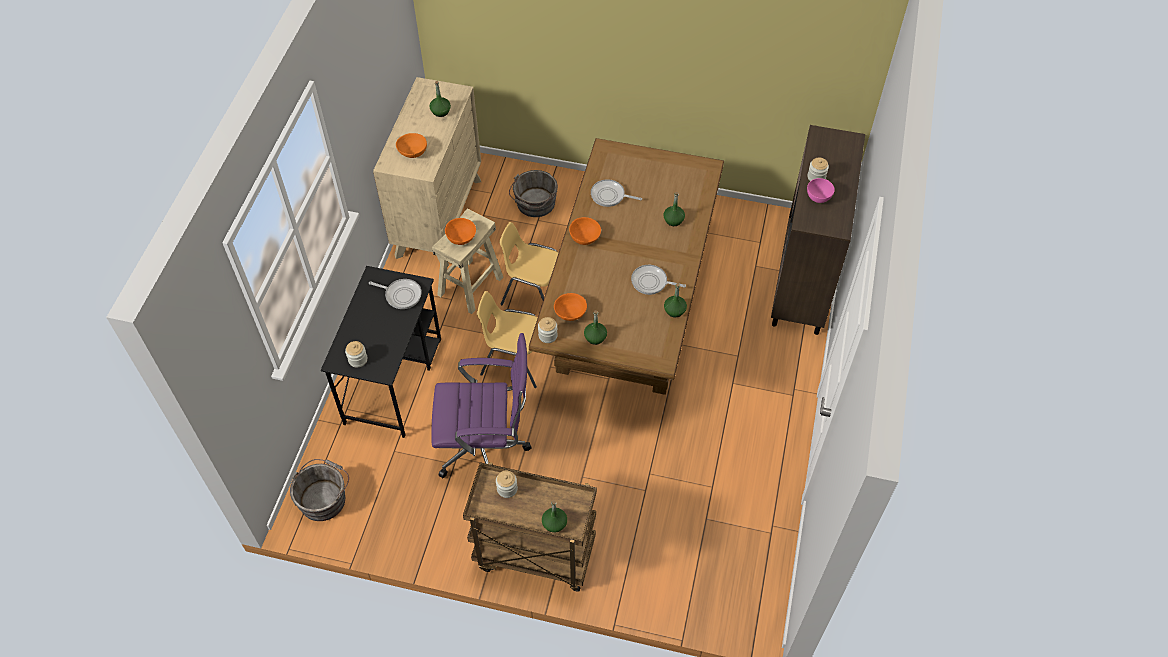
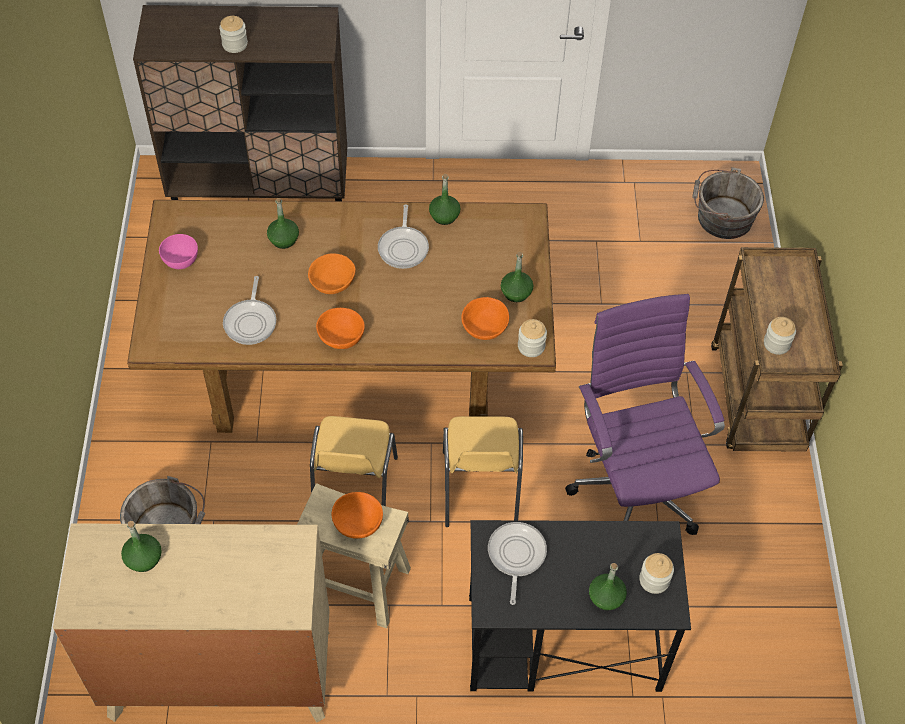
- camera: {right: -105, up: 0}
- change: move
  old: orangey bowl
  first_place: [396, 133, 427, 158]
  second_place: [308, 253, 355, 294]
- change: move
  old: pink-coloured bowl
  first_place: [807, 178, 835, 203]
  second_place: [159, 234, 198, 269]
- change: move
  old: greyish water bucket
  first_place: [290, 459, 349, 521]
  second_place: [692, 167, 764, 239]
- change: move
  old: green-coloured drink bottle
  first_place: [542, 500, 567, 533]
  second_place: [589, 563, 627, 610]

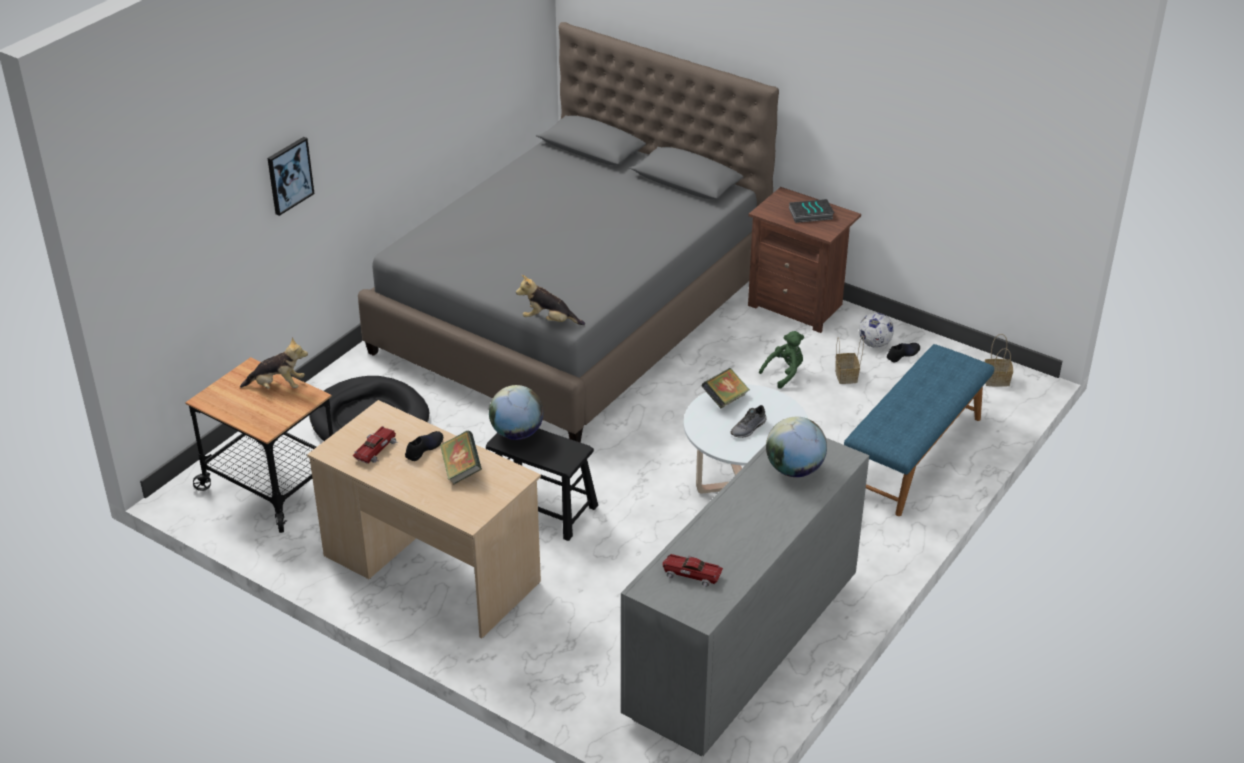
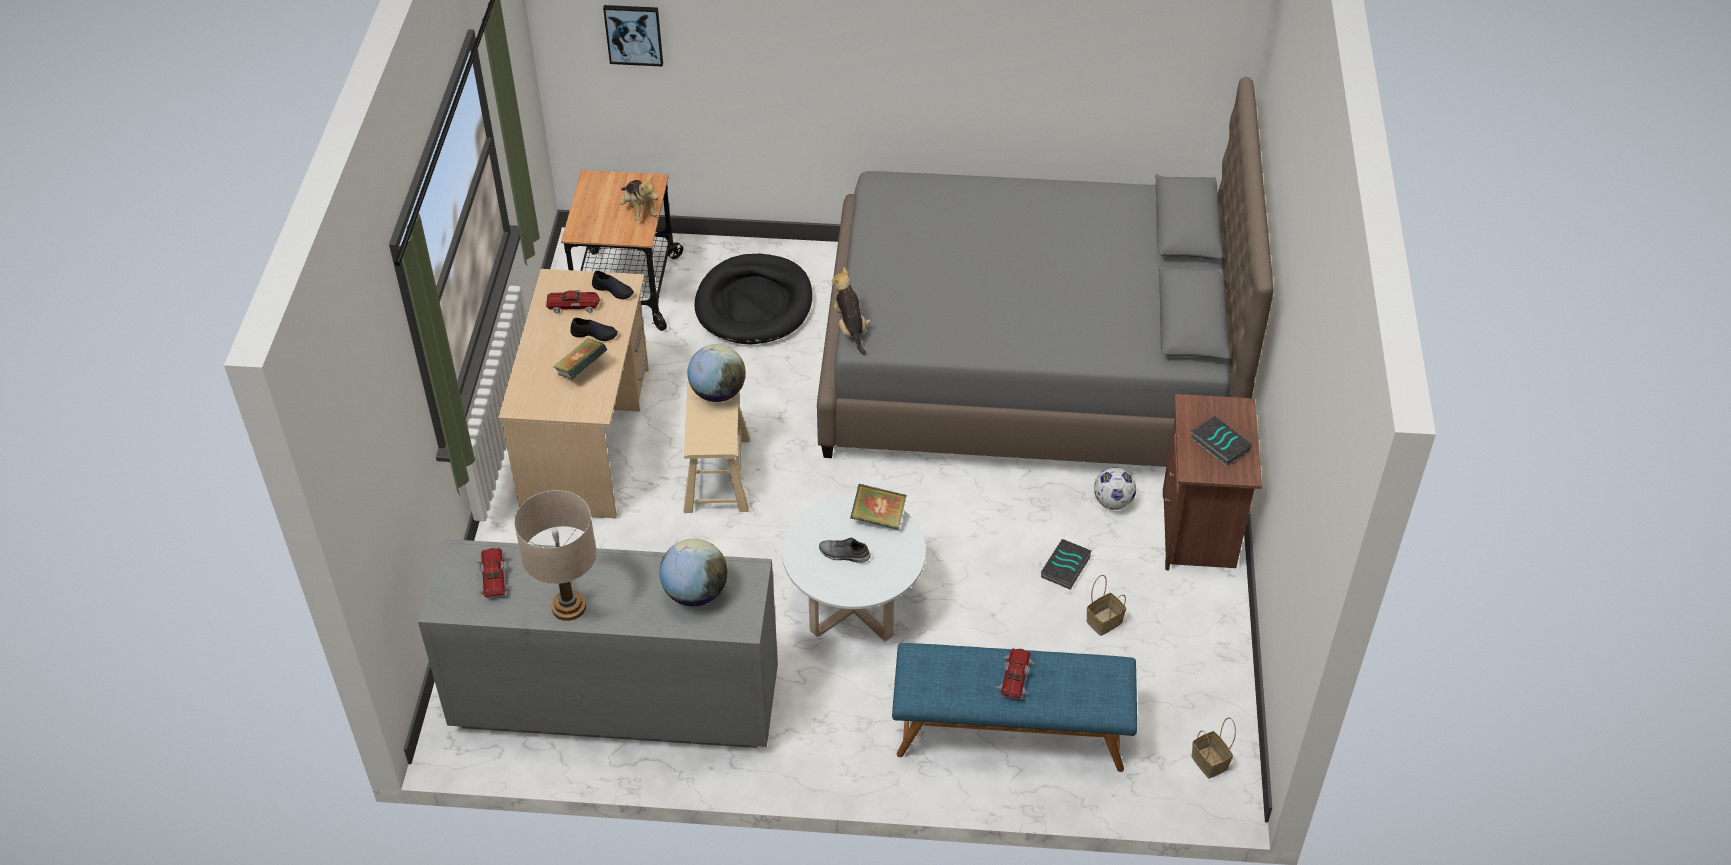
- camera: {right: 60, up: 10}
- change: move
  old: wall picture
  first_place: [267, 137, 315, 216]
  second_place: [603, 5, 663, 67]
- change: move
  old: ball for football
  first_place: [859, 313, 894, 348]
  second_place: [1094, 468, 1136, 510]
- change: replace
  old: green-coloured plush toy
  new: book
  first_place: [759, 331, 804, 389]
  second_place: [1041, 539, 1092, 590]
- change: move
  old: blackish shoe
  first_place: [887, 343, 920, 362]
  second_place: [592, 271, 634, 299]
- change: recolor
  old: blackish sitting stool
  new: beige sitting stool
  first_place: [486, 428, 598, 541]
  second_place: [683, 381, 750, 513]
- change: insert
  new: beige tabletop lamp
  second_place: [514, 490, 597, 621]
- change: insert
  new: model car
  second_place: [996, 648, 1036, 699]

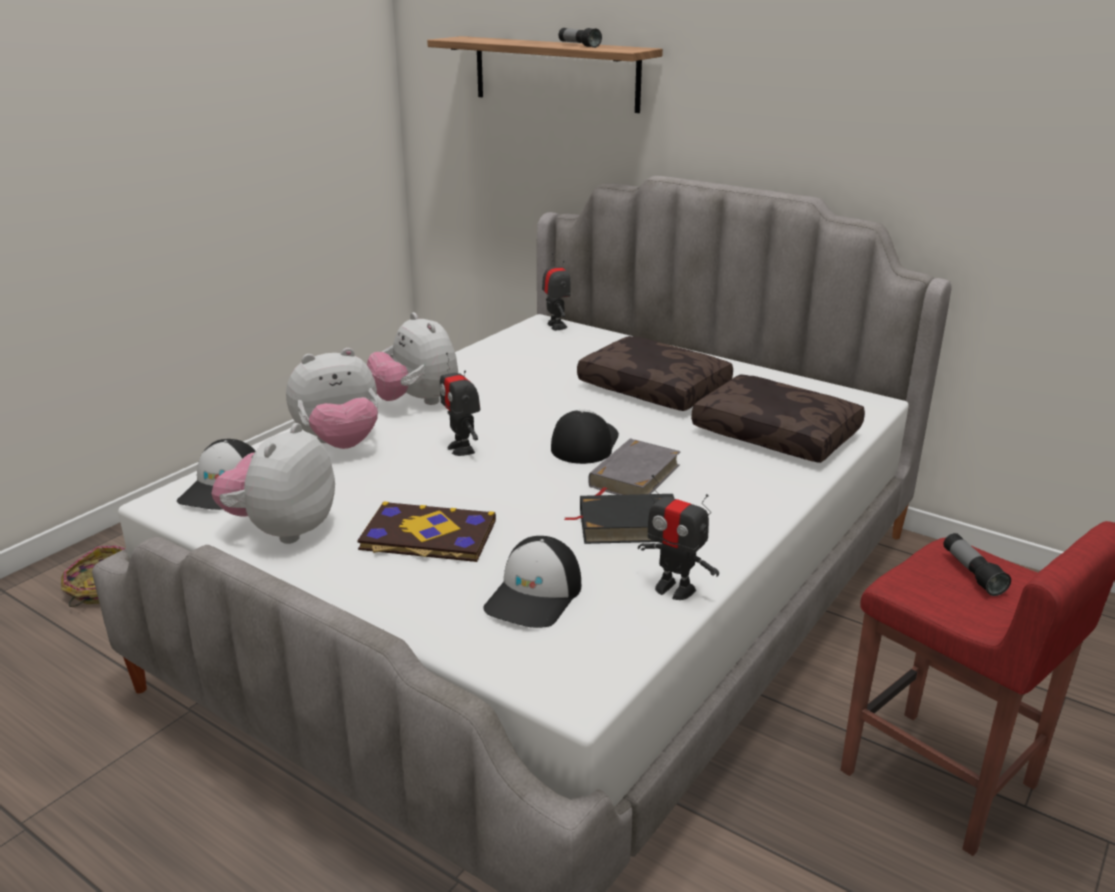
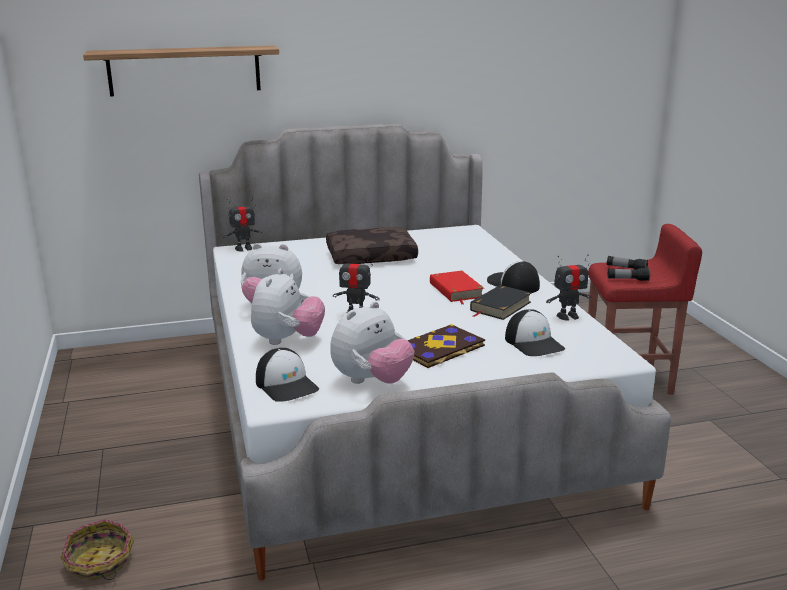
- camera: {right: -50, up: -5}
- change: move
  old: flashlight
  first_place: [559, 28, 602, 48]
  second_place: [608, 268, 650, 281]
- change: rotate
  old: robot figure
  first_place: [542, 253, 571, 331]
  second_place: [223, 197, 262, 251]
  degrees: 135
- change: delete
  old: brown pillow
  first_place: [691, 374, 865, 463]
- change: move
  old: cap
  first_place: [551, 410, 619, 464]
  second_place: [487, 261, 540, 293]
- change: rotate
  old: plush toy
  first_place: [211, 423, 335, 544]
  second_place: [330, 301, 415, 384]
  degrees: -105
- change: recolor
  old: greyish book
  new: reddish book
  first_place: [588, 438, 681, 495]
  second_place: [430, 271, 484, 304]

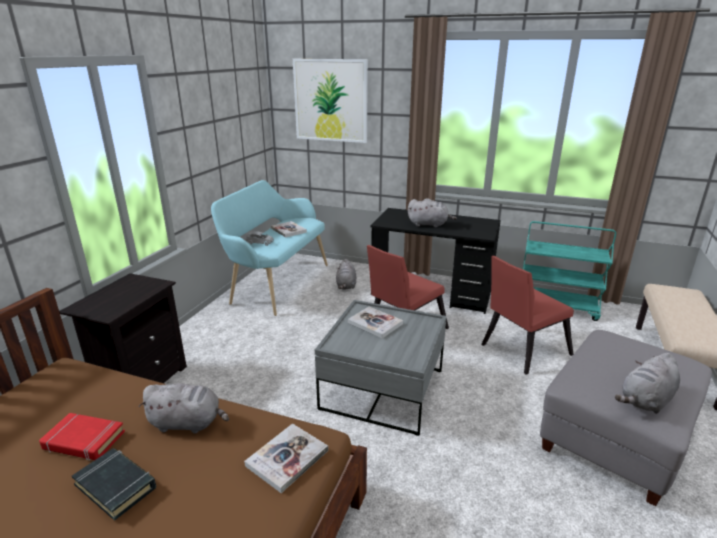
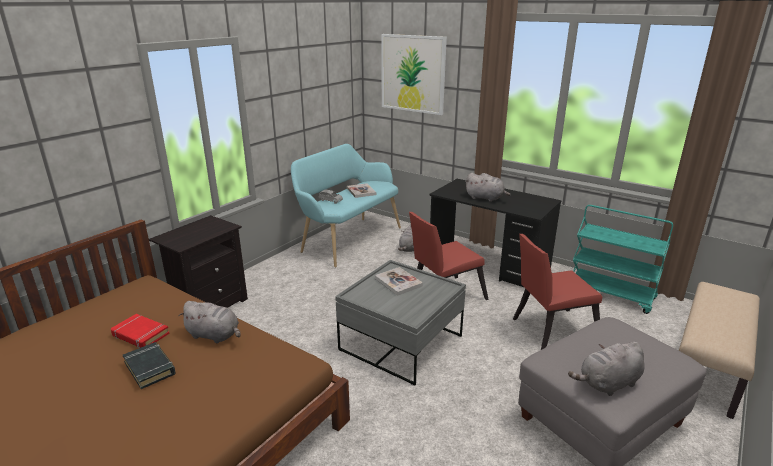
- camera: {right: 15, up: 0}
- change: delete
  old: book
  first_place: [244, 423, 328, 493]

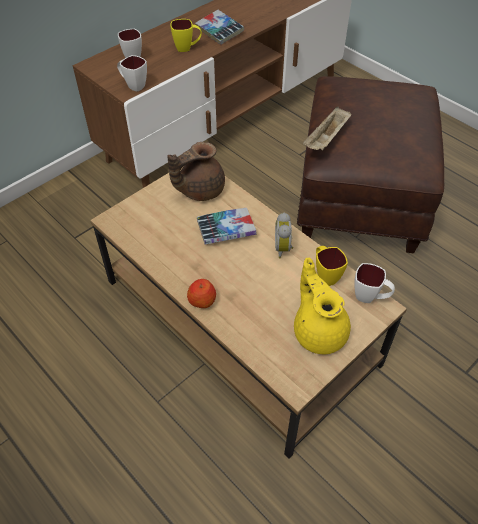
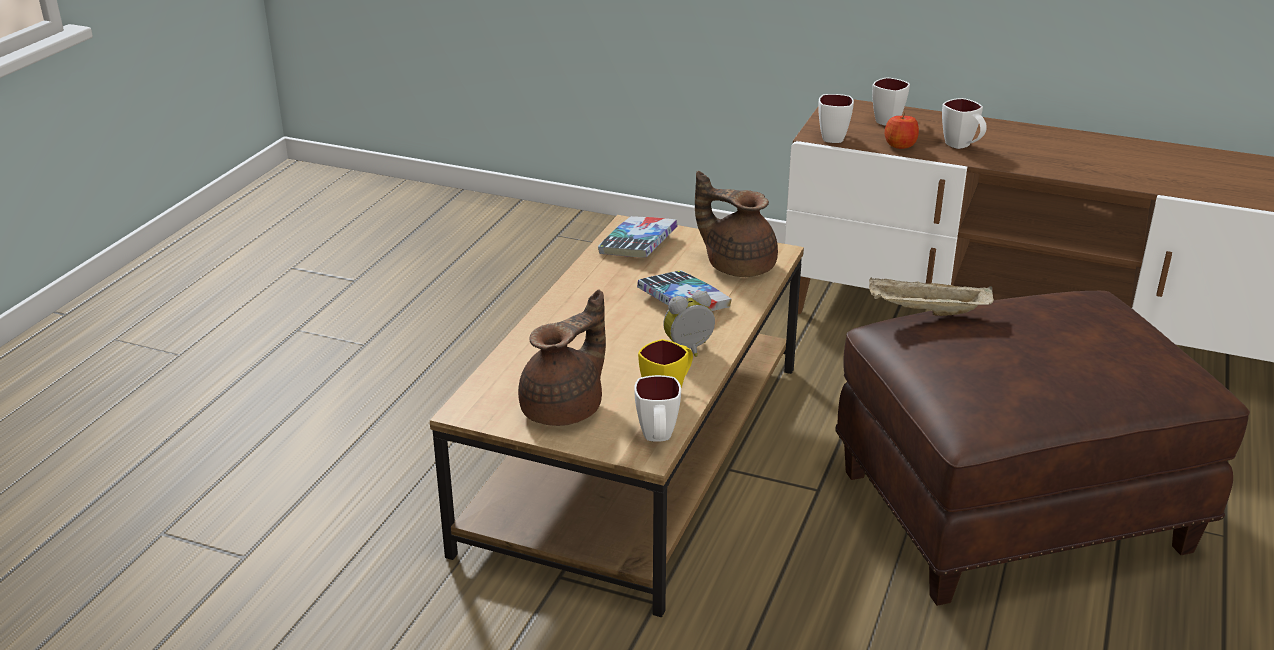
- camera: {right: 65, up: -20}
- change: move
  old: book
  first_place: [195, 10, 244, 45]
  second_place: [598, 216, 678, 257]
- change: recolor
  old: yellow-coloured coffee mug
  new: white-coloured coffee mug
  first_place: [170, 19, 202, 52]
  second_place: [942, 98, 987, 149]
- change: recolor
  old: yellow-coloured pot for tea
  new: brown pot for tea
  first_place: [294, 258, 351, 354]
  second_place: [518, 289, 606, 426]
- change: move
  old: whole apple
  first_place: [187, 279, 216, 308]
  second_place: [885, 113, 919, 149]

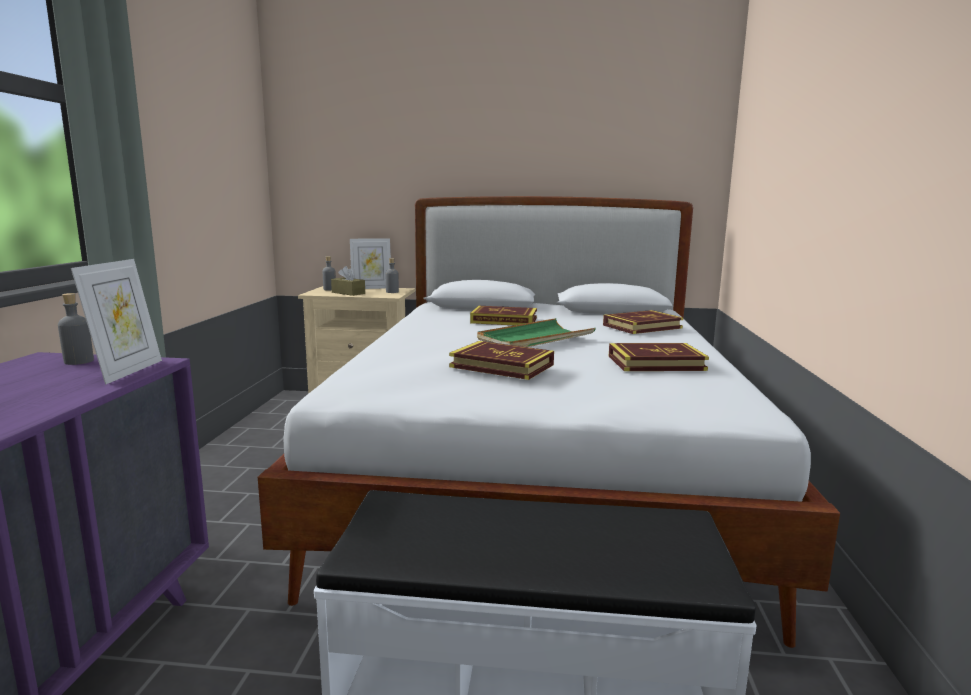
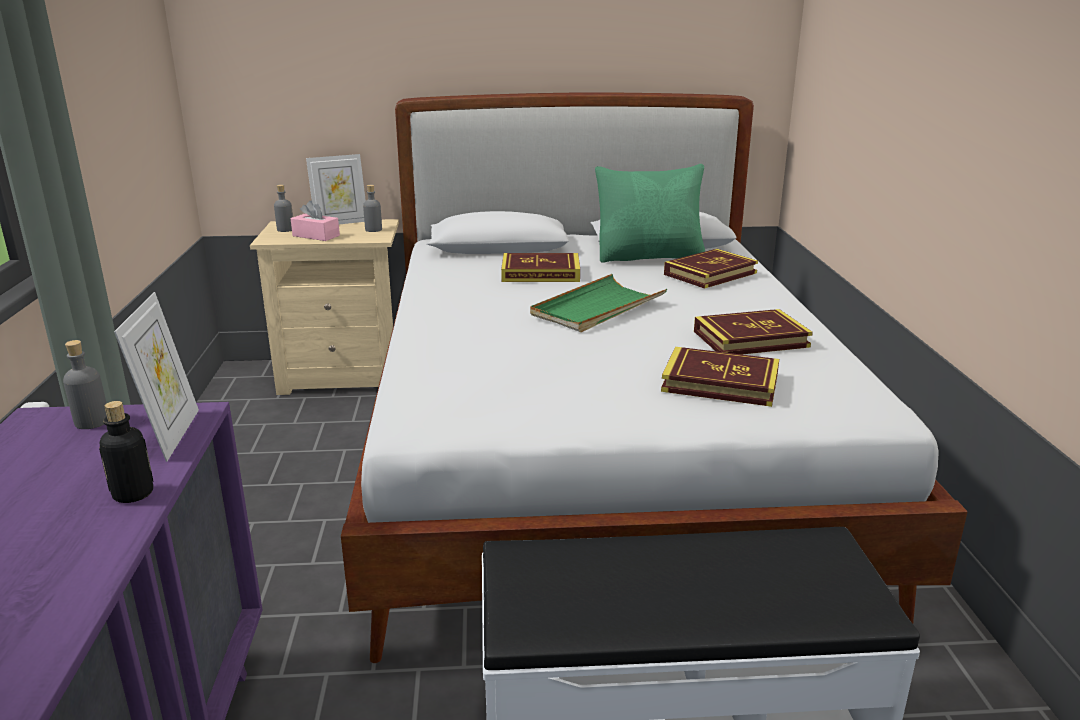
- camera: {right: -10, up: 10}
- change: recolor
  old: brown box of tissues
  new: pink-coloured box of tissues
  first_place: [331, 266, 365, 296]
  second_place: [290, 201, 340, 241]
- change: move
  old: book
  first_place: [449, 341, 554, 380]
  second_place: [661, 347, 779, 407]
- change: insert
  new: green-coloured pillow
  second_place: [595, 164, 705, 263]
- change: insert
  new: drink bottle
  second_place: [99, 401, 154, 503]

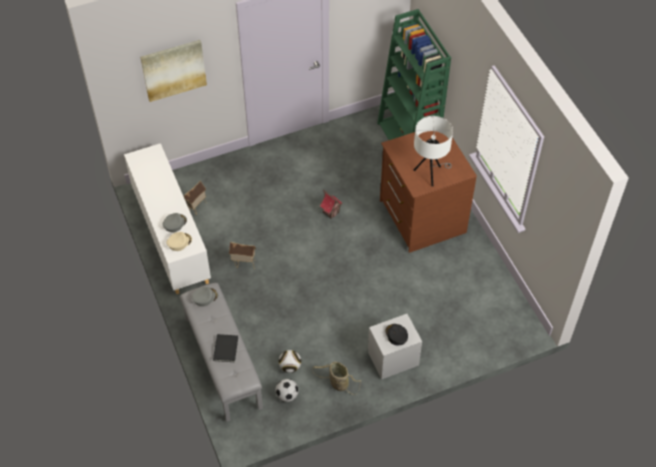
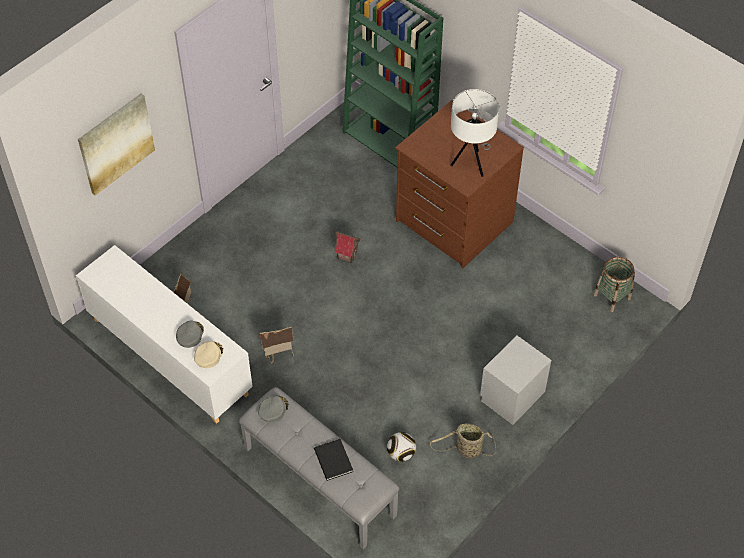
- camera: {right: -25, up: 0}
- change: delete
  old: blackish cap
  first_place: [385, 324, 408, 345]
- change: delete
  old: ball for football
  first_place: [275, 379, 299, 402]
- change: insert
  new: household basket
  second_place: [593, 257, 635, 312]

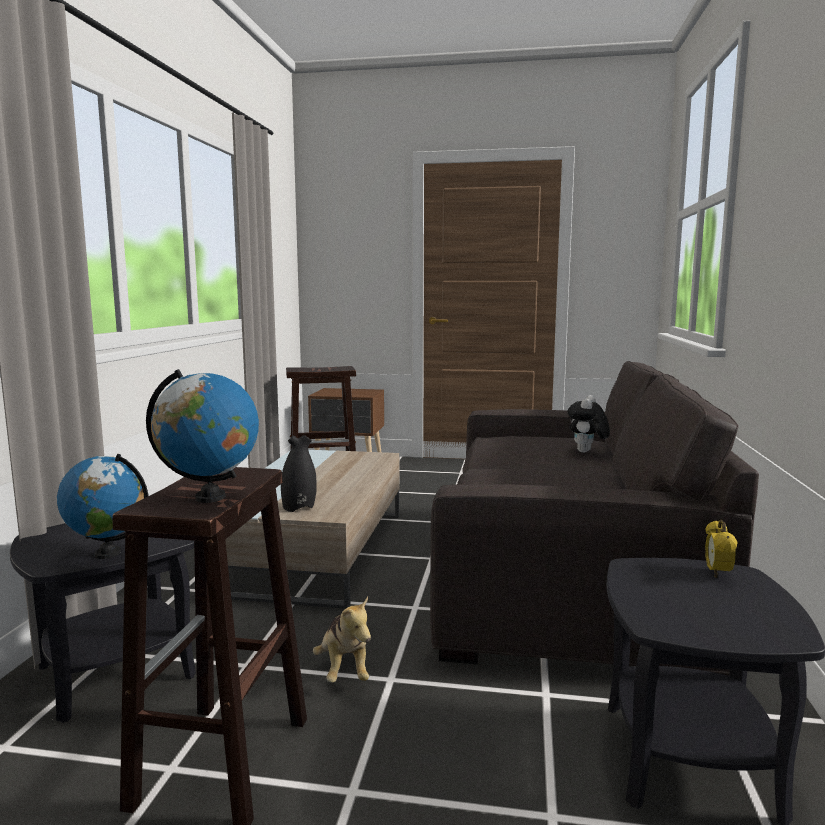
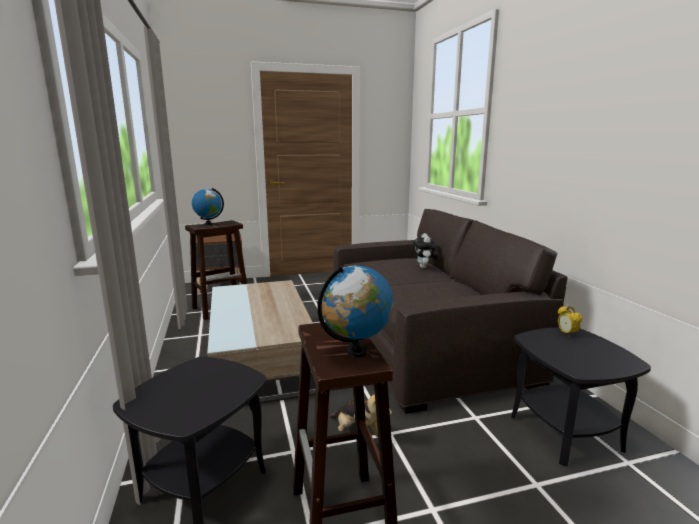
- camera: {right: -25, up: 5}
- change: delete
  old: blackish vase
  first_place: [281, 435, 317, 512]
- change: move
  old: desk globe
  first_place: [57, 454, 148, 559]
  second_place: [192, 188, 224, 225]

